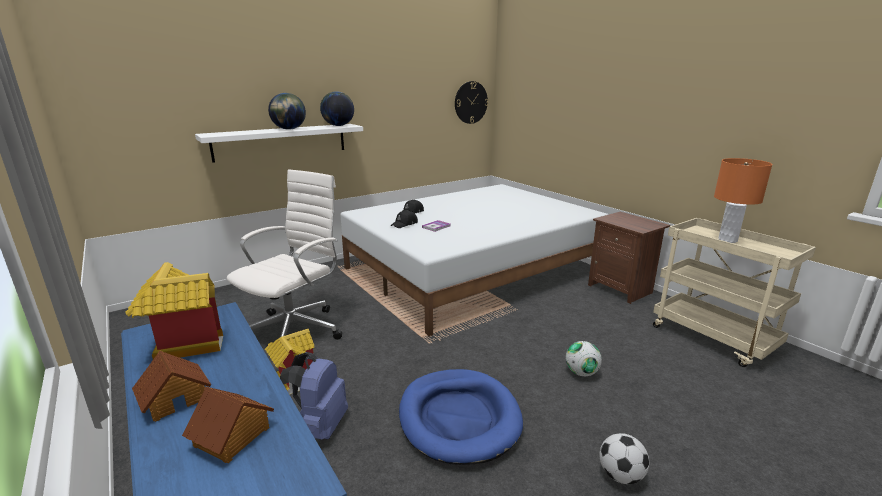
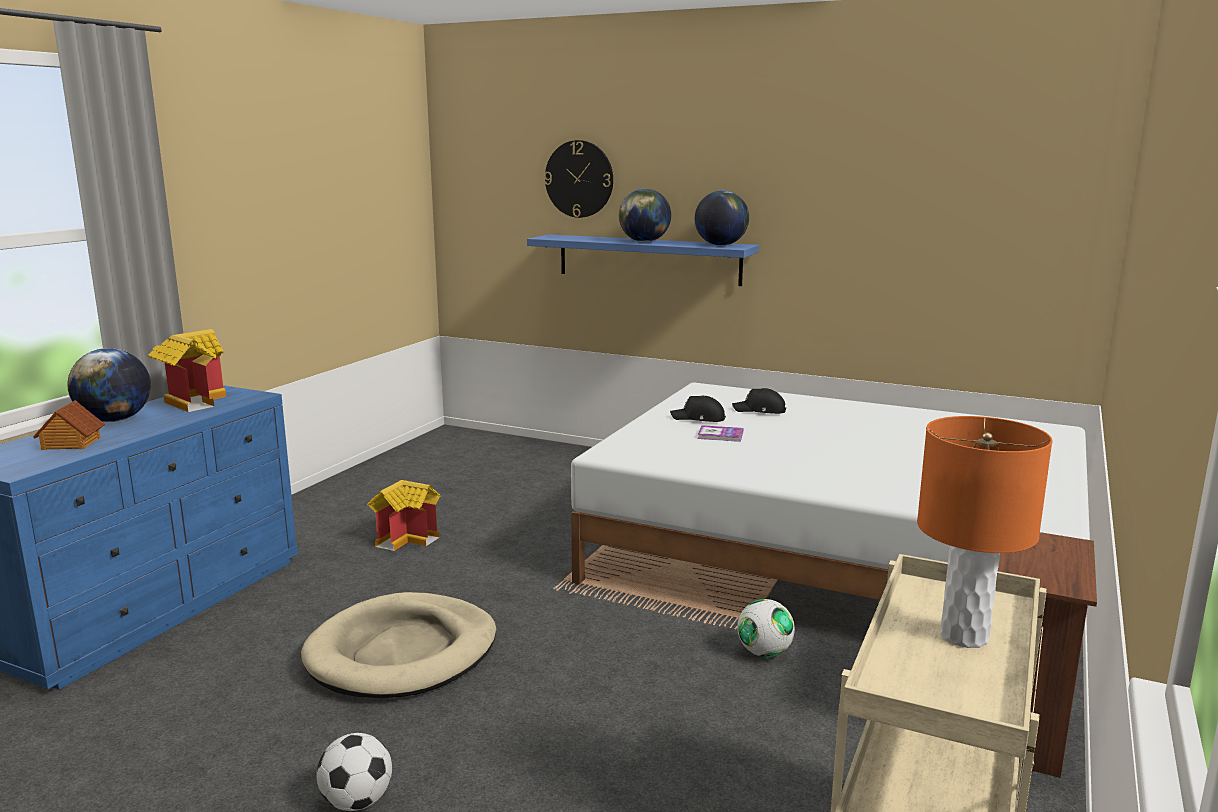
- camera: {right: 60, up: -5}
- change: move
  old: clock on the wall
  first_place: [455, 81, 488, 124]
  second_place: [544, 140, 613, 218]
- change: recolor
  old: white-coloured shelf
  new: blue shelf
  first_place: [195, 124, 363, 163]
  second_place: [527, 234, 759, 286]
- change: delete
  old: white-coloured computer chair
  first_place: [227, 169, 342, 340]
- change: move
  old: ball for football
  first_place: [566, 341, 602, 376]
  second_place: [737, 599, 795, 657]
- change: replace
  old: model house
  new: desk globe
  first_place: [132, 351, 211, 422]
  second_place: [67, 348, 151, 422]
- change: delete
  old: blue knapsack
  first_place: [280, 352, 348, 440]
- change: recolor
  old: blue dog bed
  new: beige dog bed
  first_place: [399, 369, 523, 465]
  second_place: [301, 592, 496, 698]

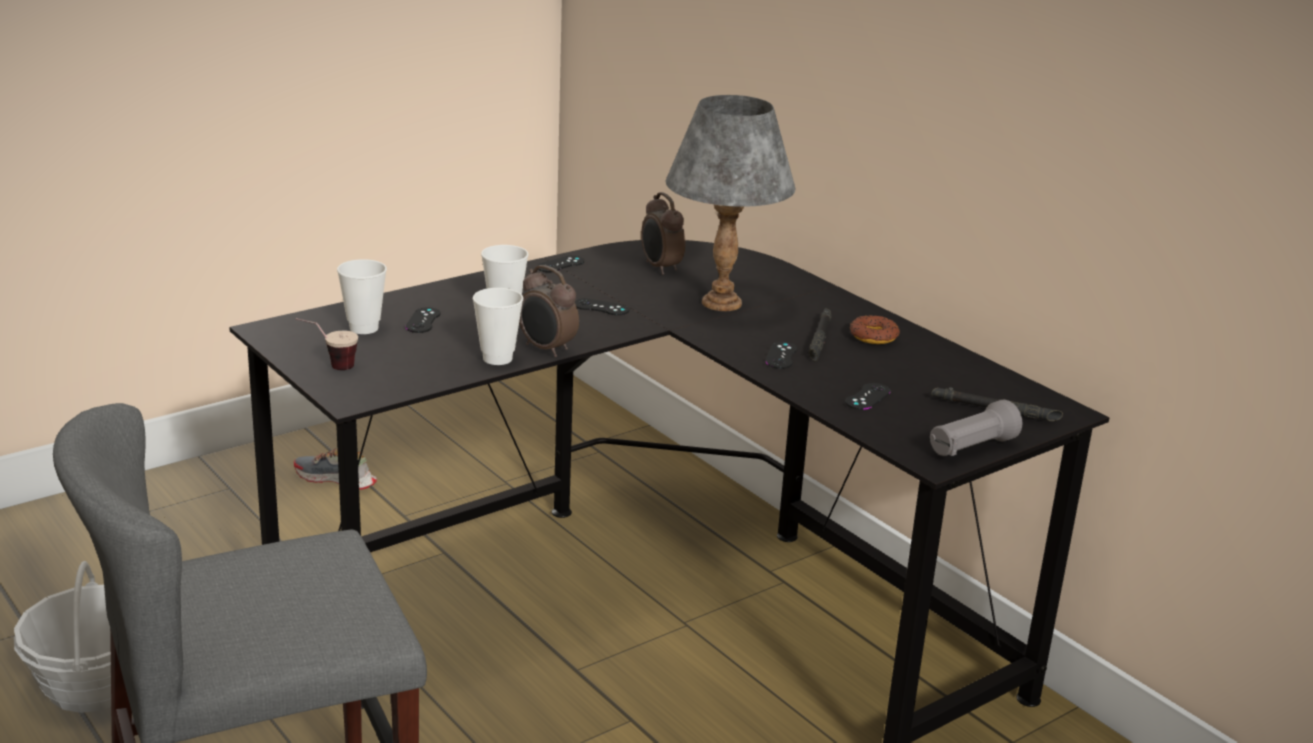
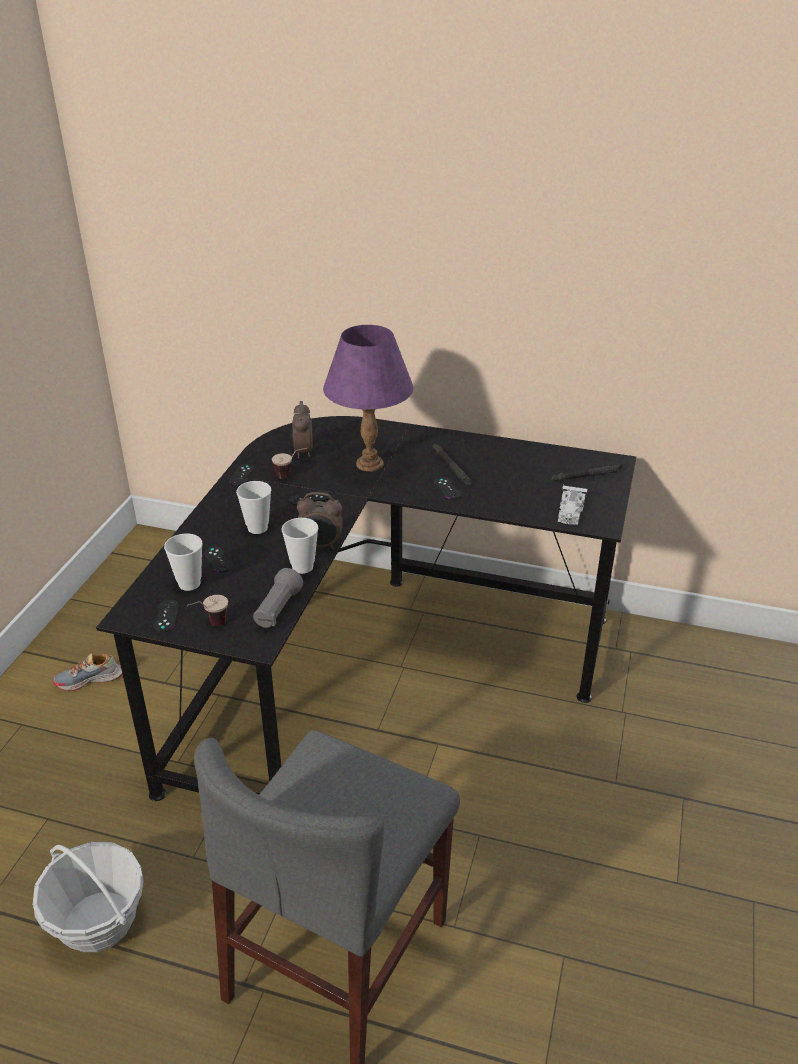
- camera: {right: -35, up: 10}
- change: recolor
  old: greyish tabletop lamp
  new: purple tabletop lamp
  first_place: [665, 95, 796, 311]
  second_place: [323, 325, 413, 472]
- change: rotate
  old: table clock
  first_place: [641, 192, 685, 275]
  second_place: [292, 401, 313, 459]
  degrees: 60
- change: delete
  old: donut
  first_place: [850, 315, 900, 344]
- change: move
  old: blackish joypad
  first_place: [845, 383, 890, 410]
  second_place: [153, 600, 179, 632]
- change: move
  old: greyish flashlight
  first_place: [930, 400, 1022, 456]
  second_place: [253, 568, 303, 628]
- change: insert
  new: cup
  second_place: [272, 448, 308, 479]
- change: insert
  new: white-coloured model car
  second_place: [558, 485, 588, 525]

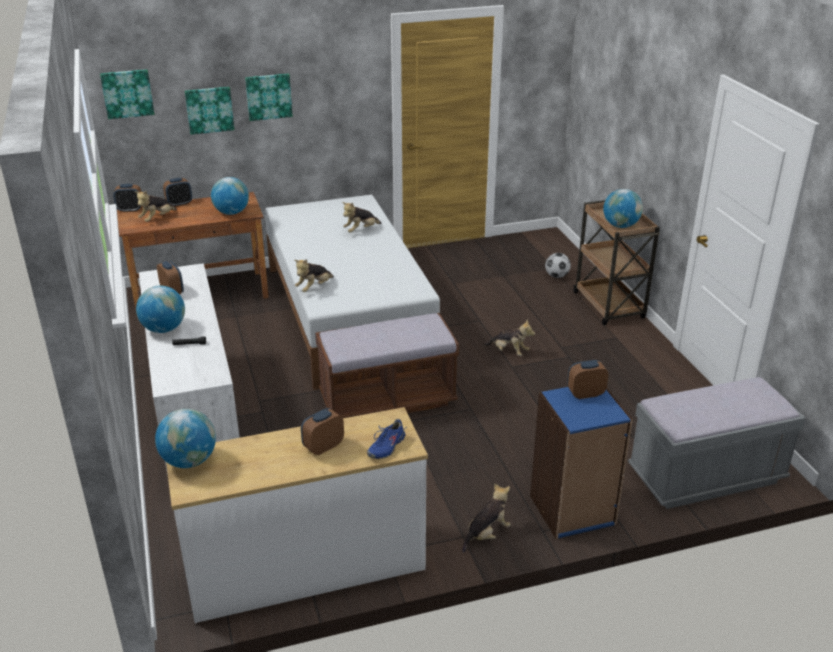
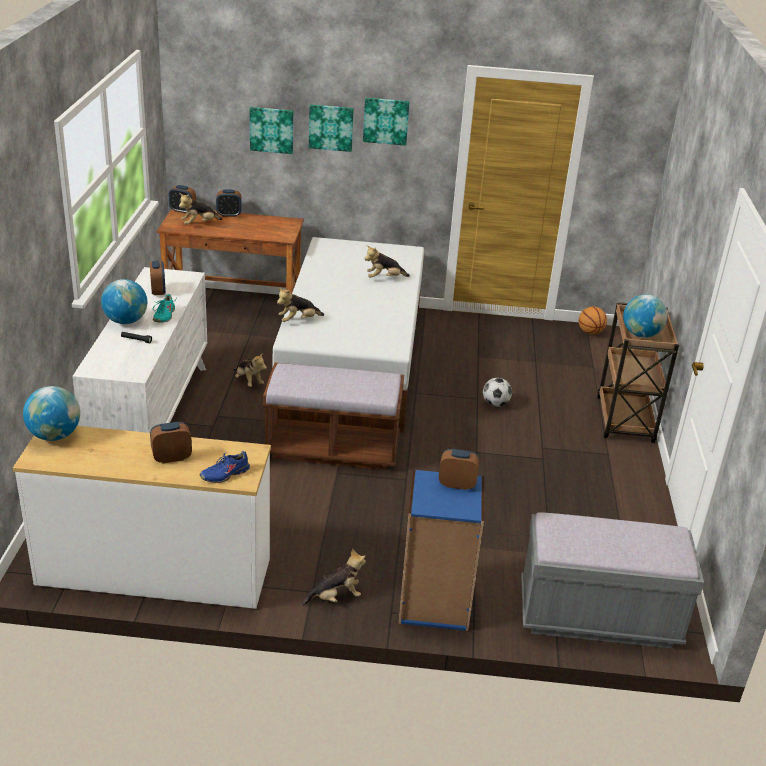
- camera: {right: 20, up: 0}
- change: move
  old: wall picture
  first_place: [100, 69, 154, 119]
  second_place: [363, 98, 409, 146]
- change: delete
  old: desk globe
  first_place: [211, 177, 249, 215]
- change: move
  old: ball for football
  first_place: [545, 253, 571, 278]
  second_place: [483, 378, 512, 407]
- change: move
  old: plush toy
  first_place: [484, 319, 535, 356]
  second_place: [233, 352, 267, 387]
- change: insert
  new: blue-green shoe
  second_place: [153, 294, 175, 323]
- change: insert
  new: basketball ball
  second_place: [579, 306, 607, 335]

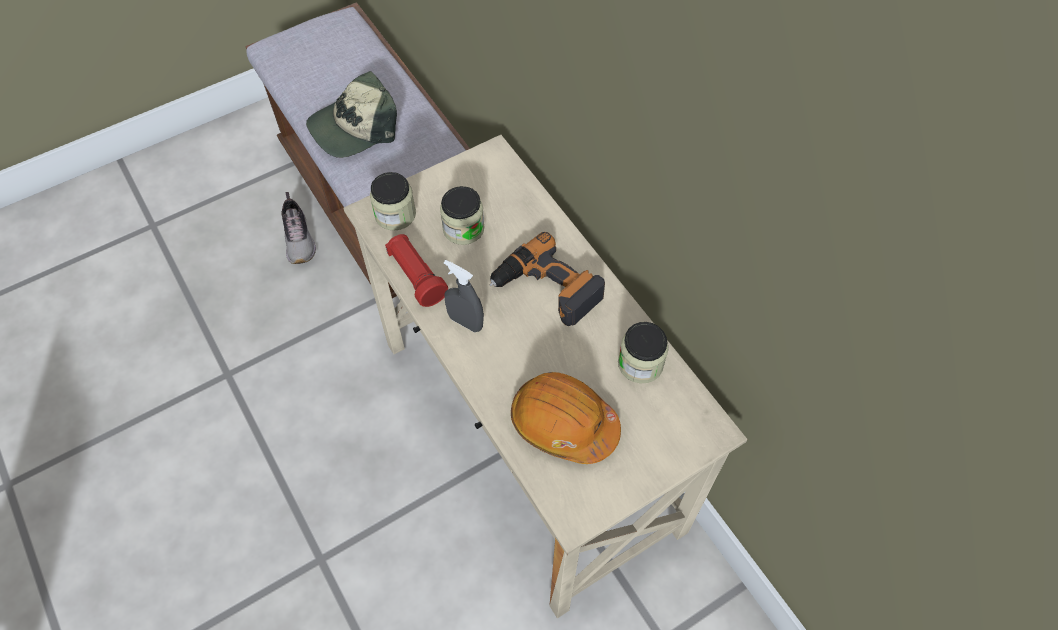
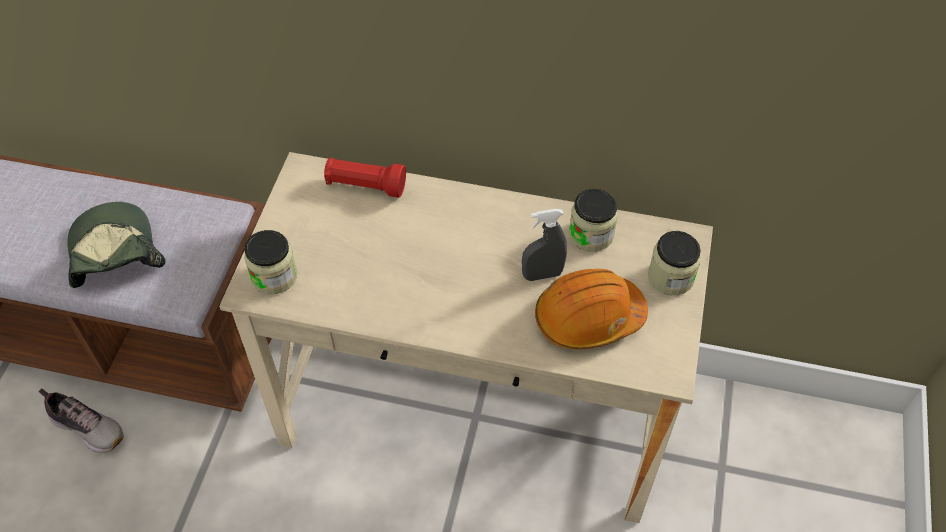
- camera: {right: -45, up: -5}
- change: rotate
  old: cap
  first_place: [306, 71, 397, 158]
  second_place: [67, 202, 166, 288]
  degrees: 150
- change: move
  old: preserve jar
  first_place: [440, 186, 485, 245]
  second_place: [648, 231, 701, 295]
- change: delete
  old: power drill
  first_place: [489, 232, 605, 326]
- change: move
  old: reddish flashlight
  first_place: [385, 234, 448, 307]
  second_place: [324, 158, 406, 198]
- change: move
  old: greyish sprayer
  first_place: [444, 260, 484, 332]
  second_place: [522, 209, 567, 281]

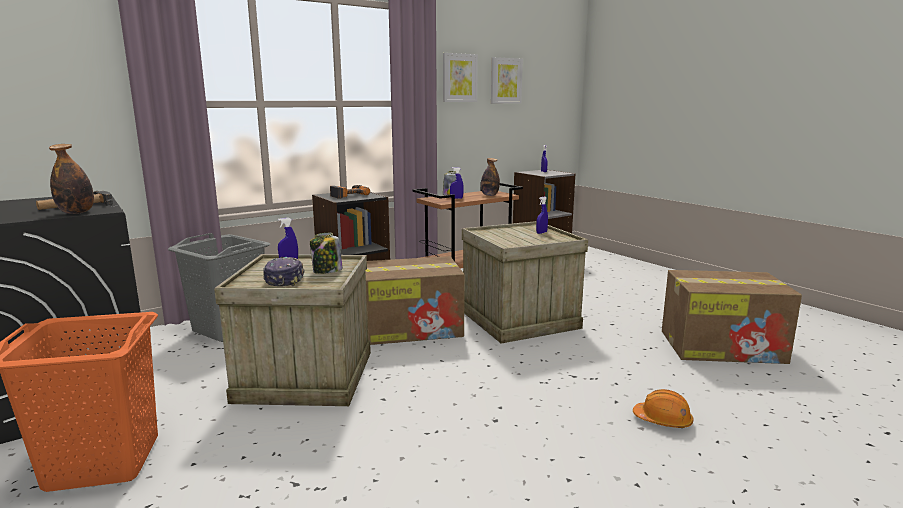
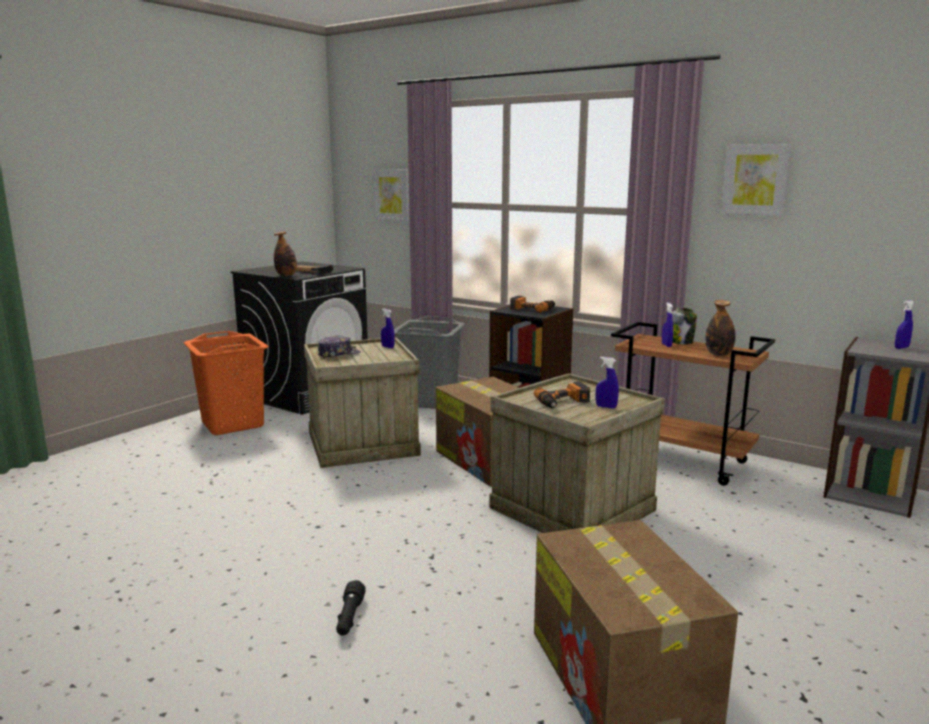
- camera: {right: 70, up: 0}
- change: move
  old: wall picture
  first_place: [491, 57, 523, 104]
  second_place: [373, 170, 409, 221]
- change: delete
  old: preserve jar
  first_place: [310, 233, 343, 274]
- change: replace
  old: orangey work helmet
  new: blackish flashlight
  first_place: [633, 389, 694, 428]
  second_place: [336, 580, 366, 636]
- change: insert
  new: power drill
  second_place: [534, 381, 590, 408]

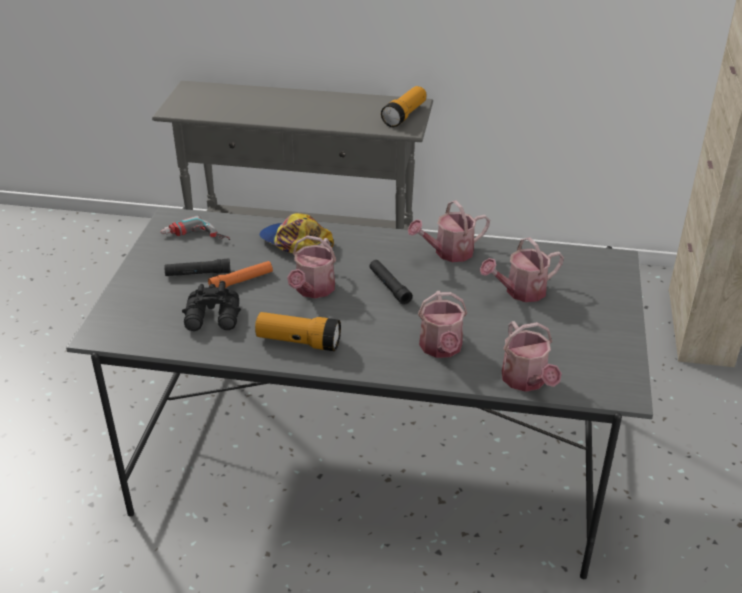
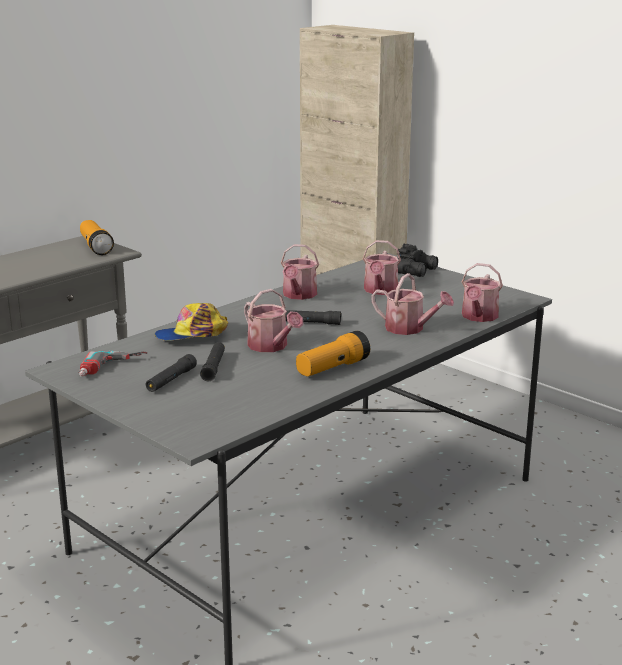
- camera: {right: -55, up: -15}
- change: recolor
  old: orangey flashlight
  new: blackish flashlight
  first_place: [208, 261, 273, 288]
  second_place: [200, 342, 225, 381]
- change: move
  old: blackish pair of binoculars
  first_place: [182, 281, 241, 331]
  second_place: [398, 244, 438, 277]
- change: rotate
  old: sprinkling can
  first_place: [502, 321, 562, 392]
  second_place: [462, 263, 503, 322]
  degrees: 90

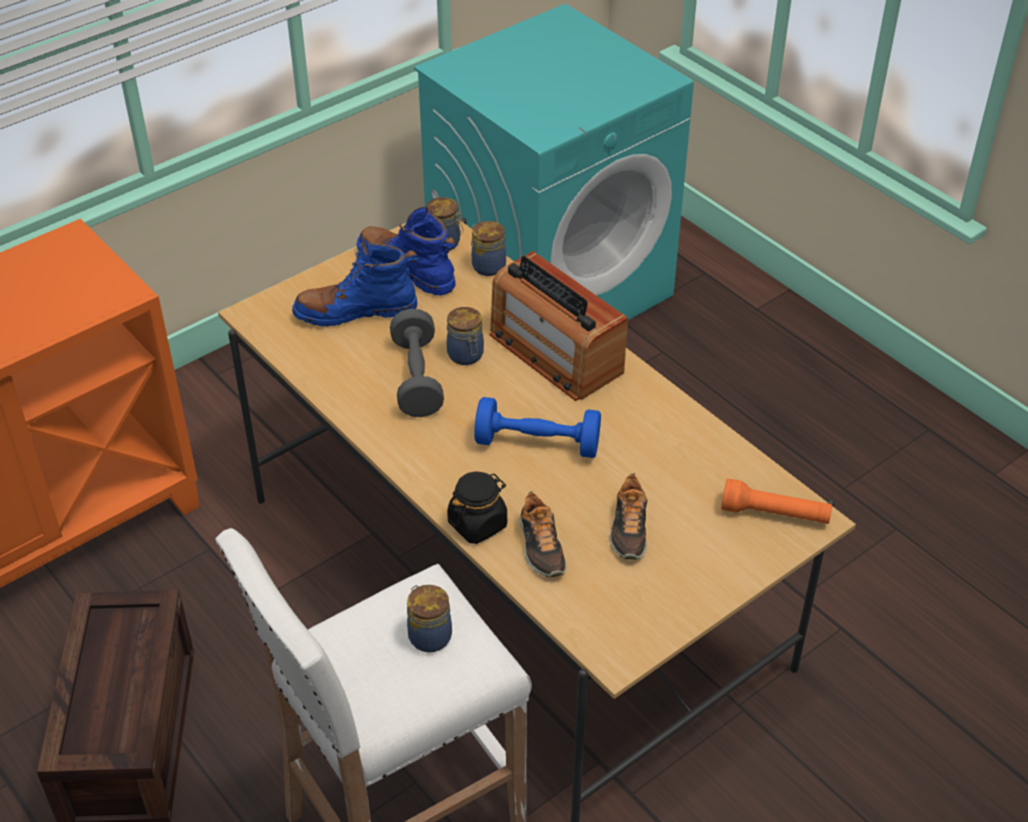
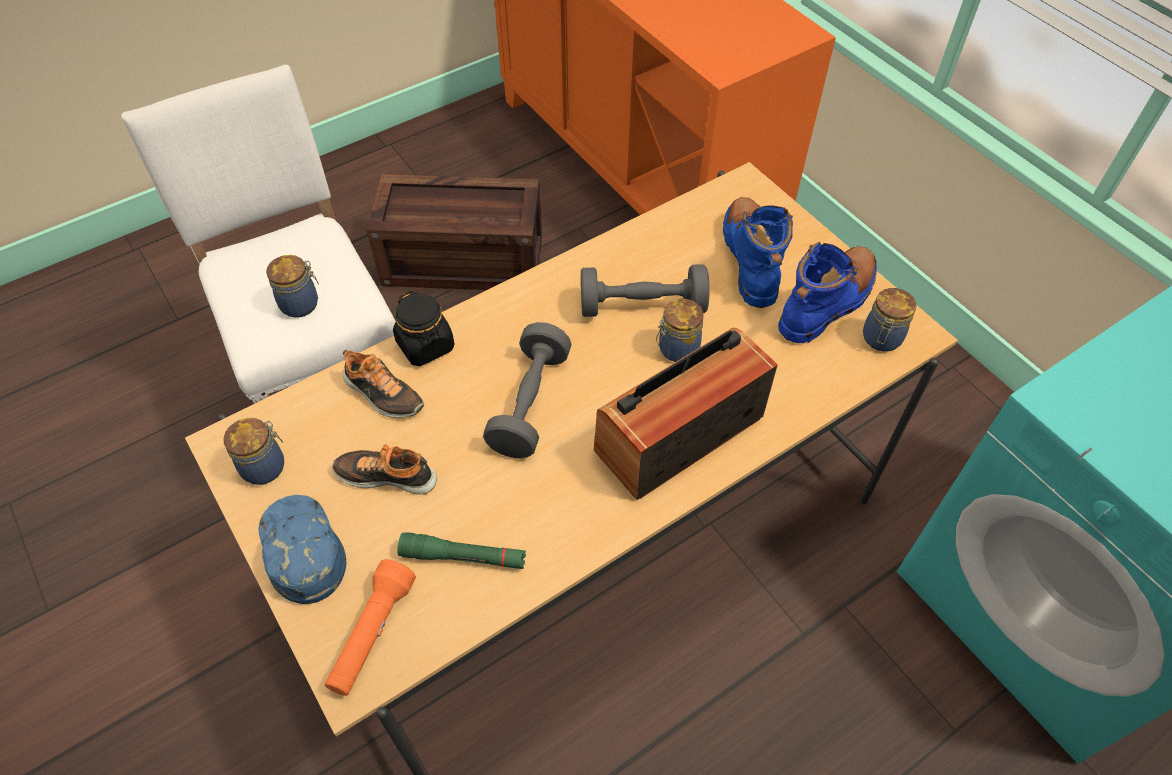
- camera: {right: 95, up: 10}
- change: move
  old: preserve jar
  first_place: [471, 221, 506, 276]
  second_place: [224, 418, 284, 485]
- change: recolor
  old: blue hand weight
  new: greyish hand weight
  first_place: [474, 397, 601, 458]
  second_place: [483, 322, 572, 458]
- change: rotate
  old: shoe
  first_place: [520, 491, 567, 577]
  second_place: [343, 350, 424, 418]
  degrees: -135
- change: insert
  new: blue cap
  second_place: [258, 495, 346, 604]
- change: insert
  new: green-coloured flashlight
  second_place: [397, 532, 526, 569]

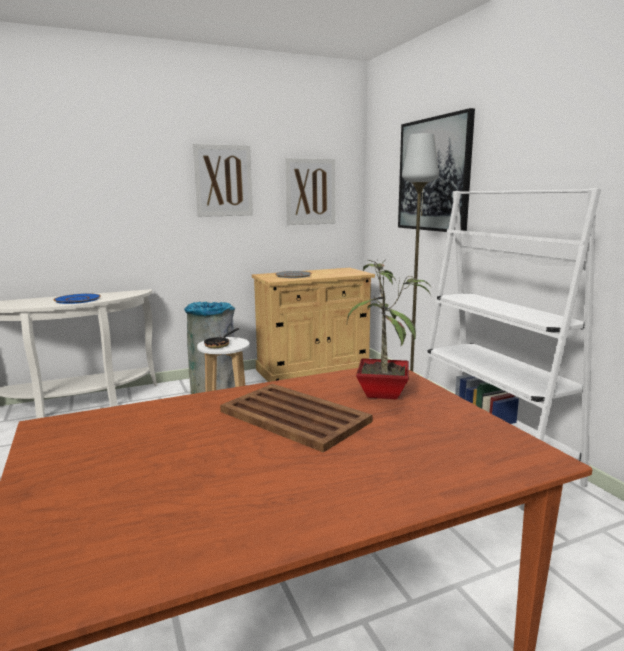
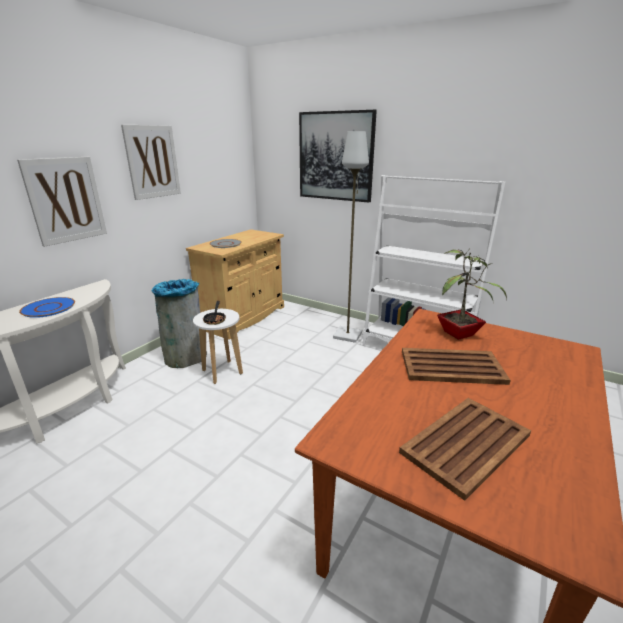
- camera: {right: -35, up: 10}
- change: move
  old: wall picture
  first_place: [285, 158, 335, 225]
  second_place: [17, 157, 107, 247]
- change: insert
  new: brown carrying tray
  second_place: [399, 398, 531, 501]

